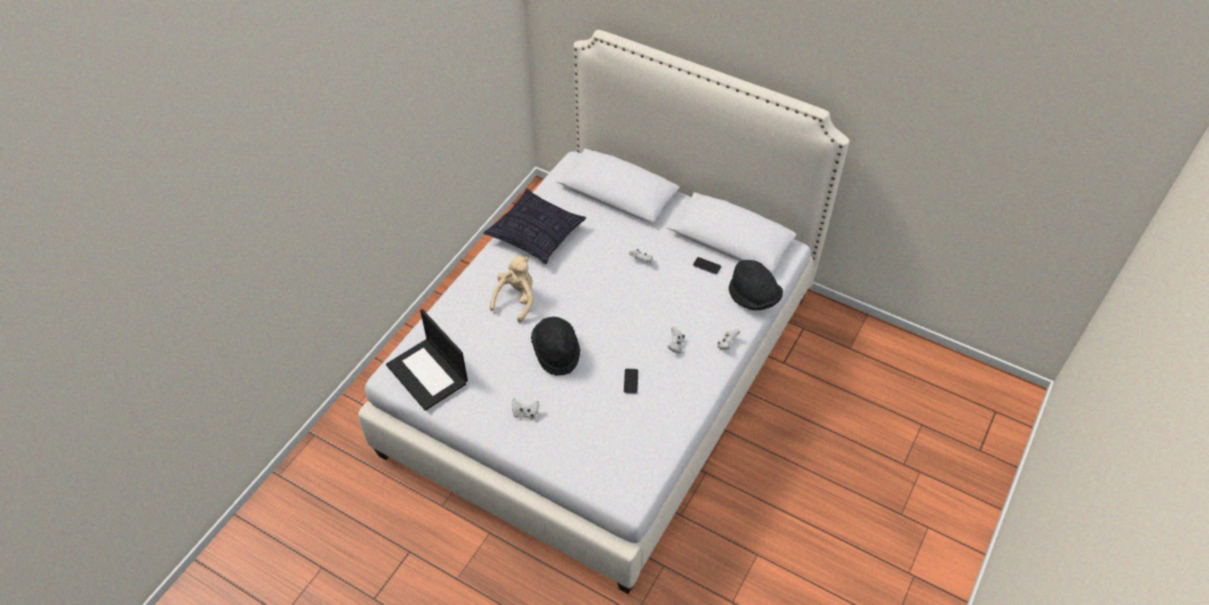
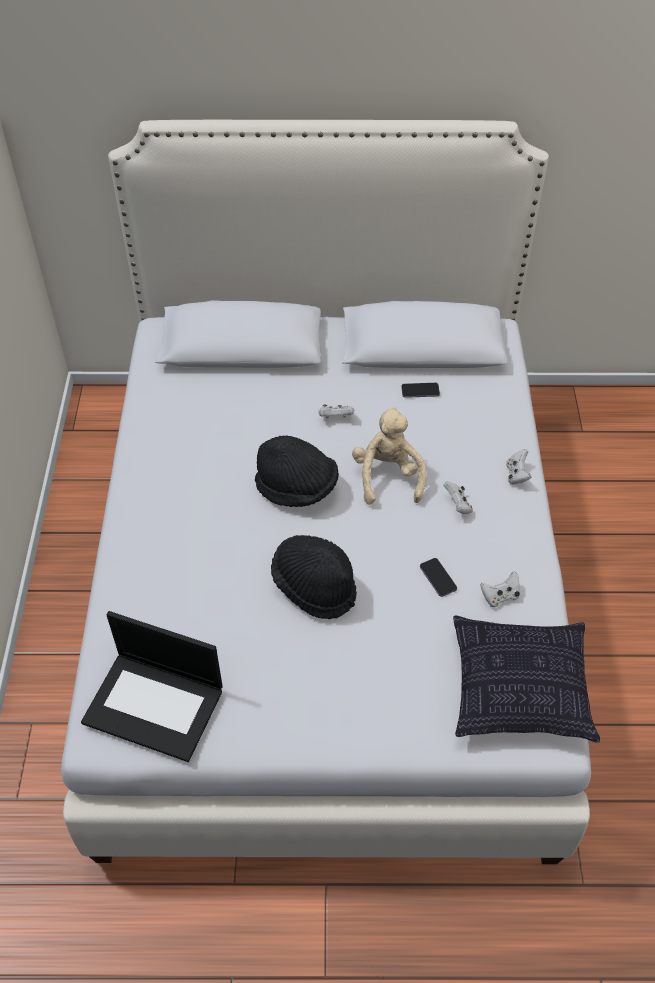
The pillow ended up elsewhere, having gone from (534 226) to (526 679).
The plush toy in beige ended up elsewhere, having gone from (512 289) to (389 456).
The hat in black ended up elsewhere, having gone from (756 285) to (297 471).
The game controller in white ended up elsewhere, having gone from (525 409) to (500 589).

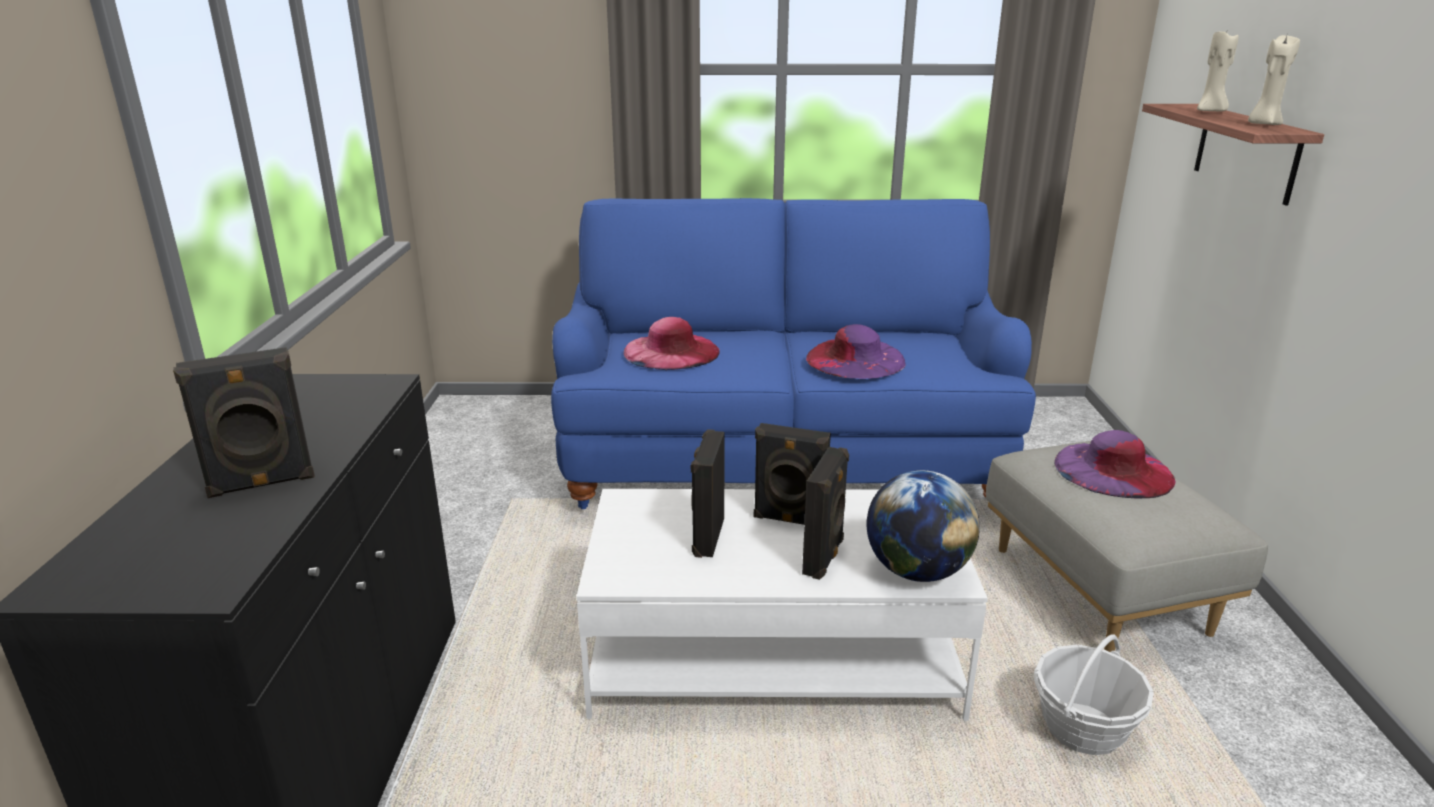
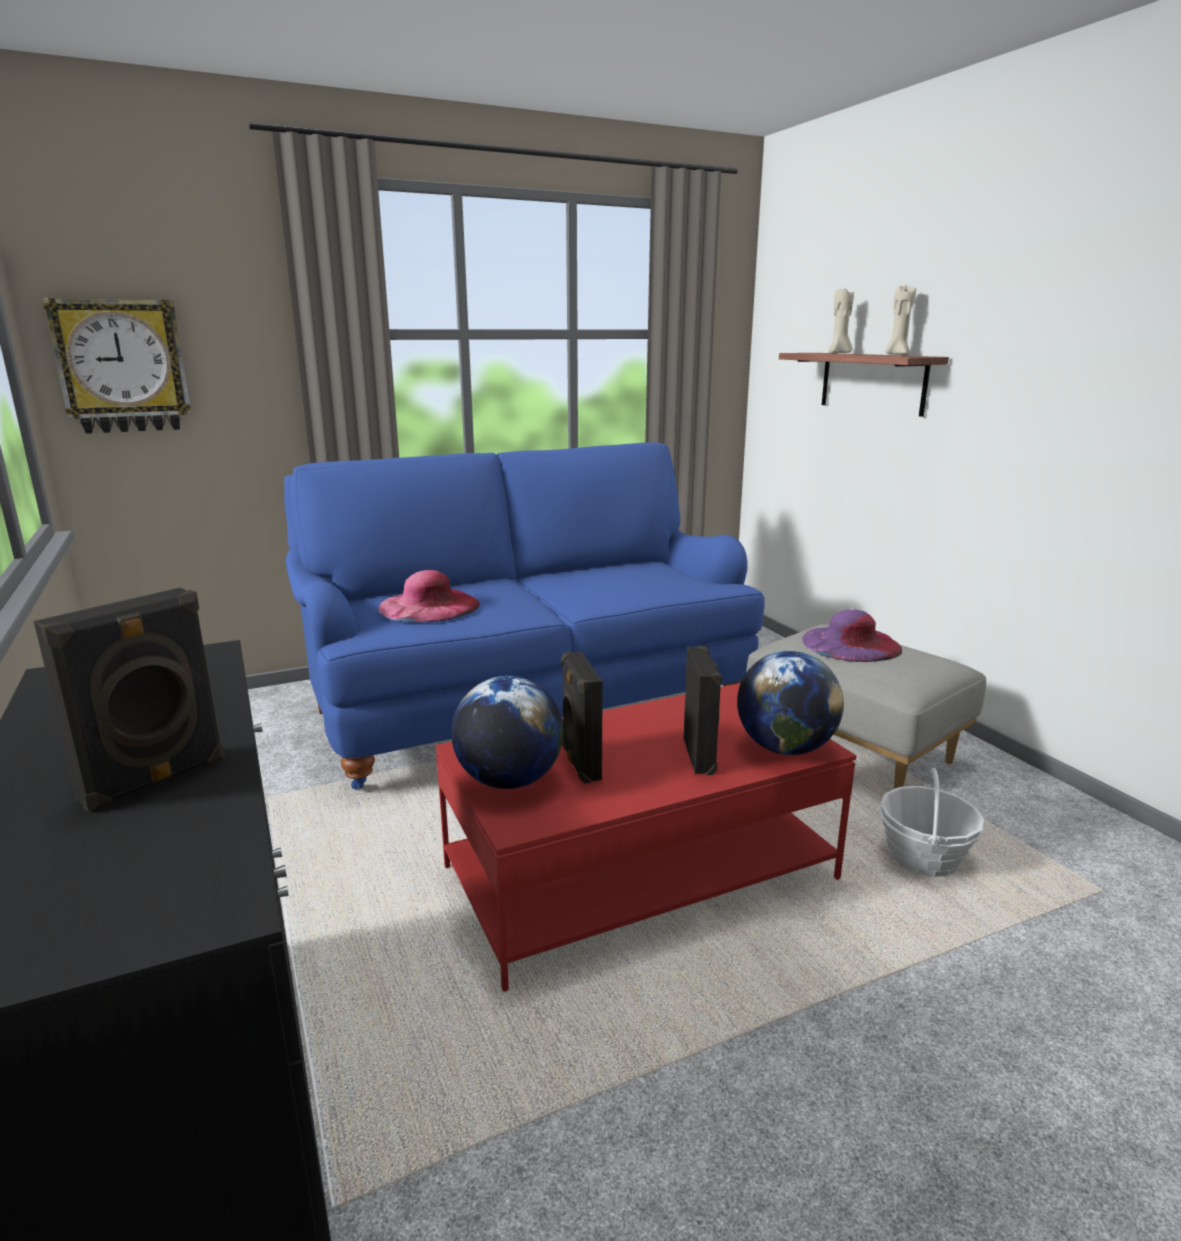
The second view lost the hat in purple at (856 351).
The second view lost the speaker in black at (792 474).
What was the coffee table in white at (782 605) turned into the coffee table in red at (646 837).
The second view gained the wall clock at (117 366).
The second view gained the globe at (507 732).

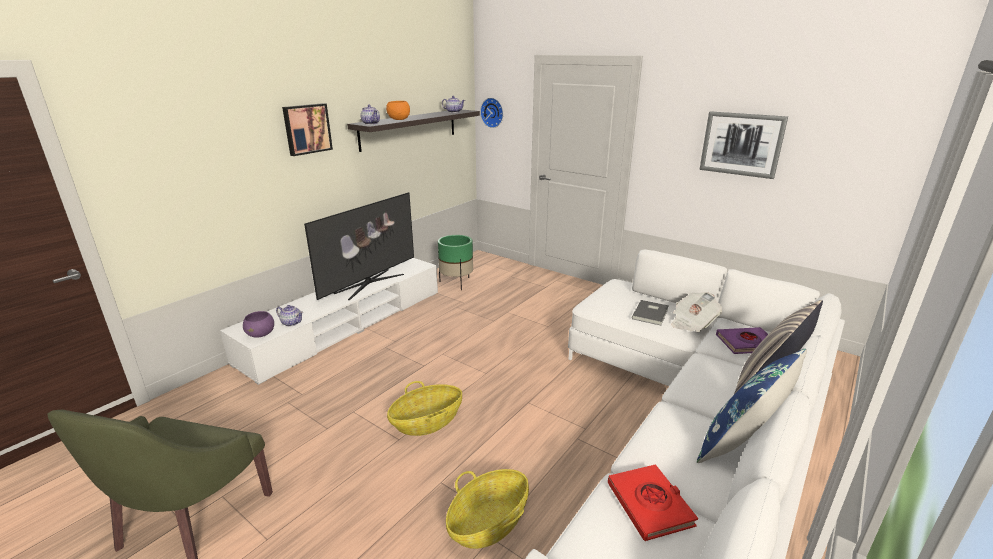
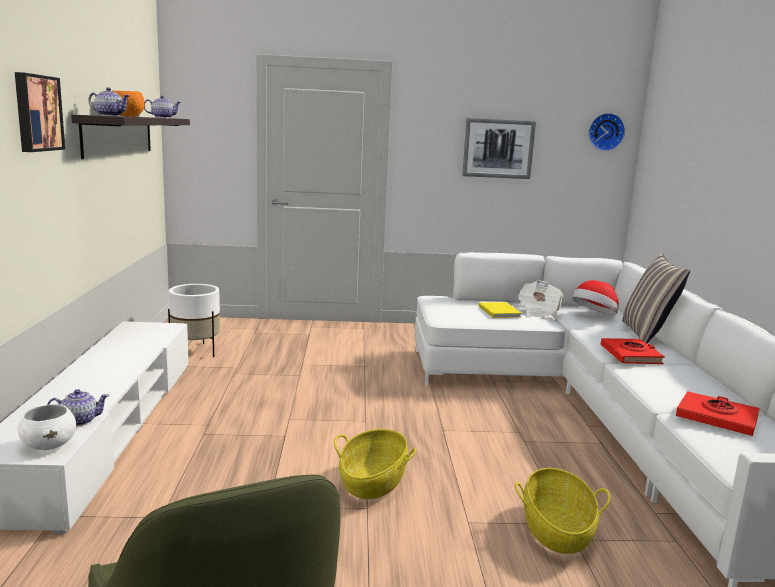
The wall clock ended up elsewhere, having gone from (491 113) to (606 132).
The second view lost the television at (359 246).
What was the planter in green at (455 262) turned into the planter in white at (194 320).
What was the book in grey at (650 312) turned into the book in yellow at (499 310).
What was the bowl in purple at (258 324) turned into the bowl in white at (47 427).
Where the book in purple stood at (742 340), the hat came to stand at (595 297).
The second view lost the pillow in blue at (752 406).
The second view gained the book in red at (633 351).

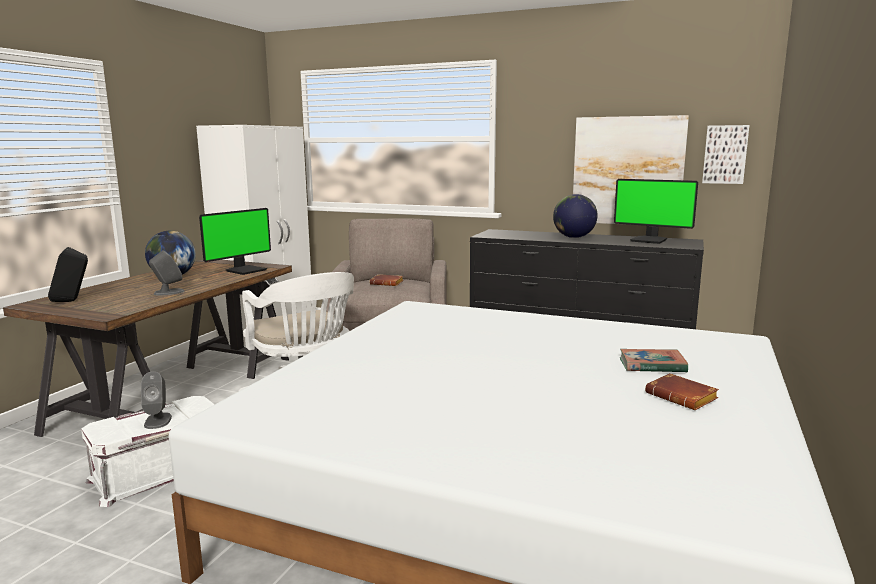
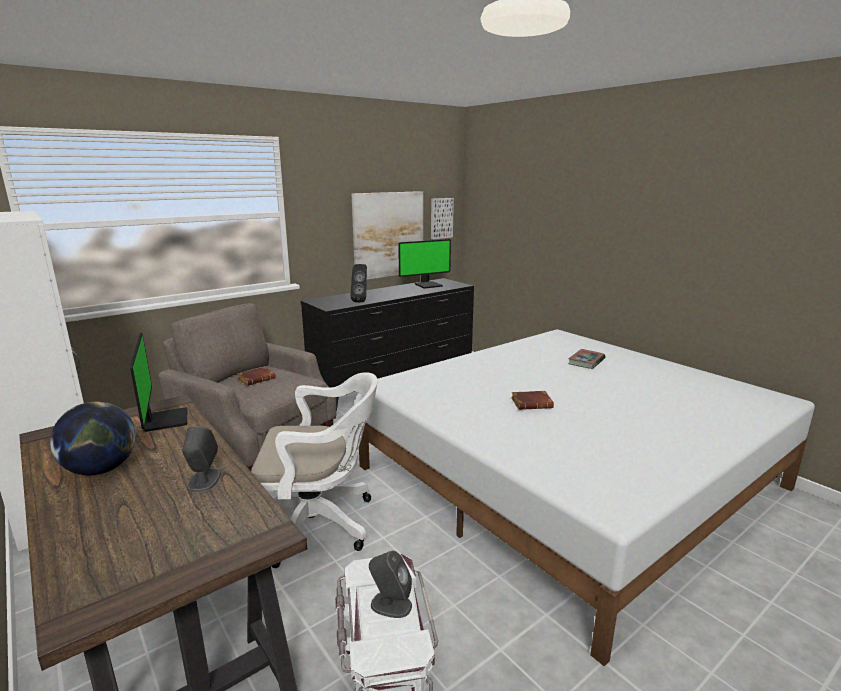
The second view lost the globe at (575 216).
The speaker in black ended up elsewhere, having gone from (68 274) to (358 283).
The book in brown ended up elsewhere, having gone from (682 391) to (532 400).

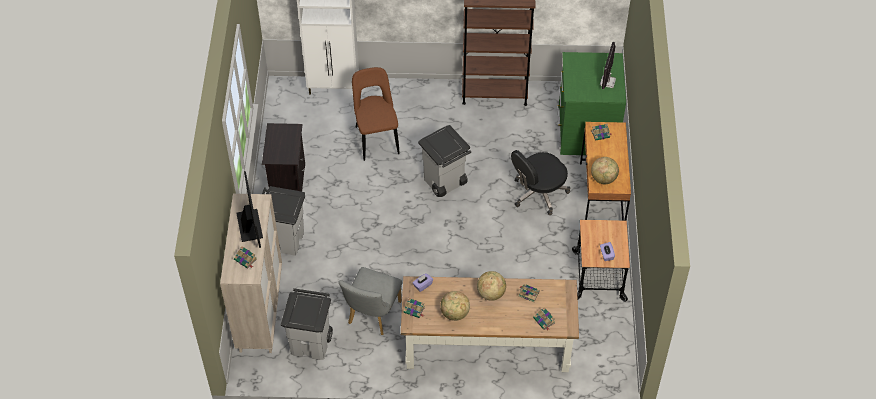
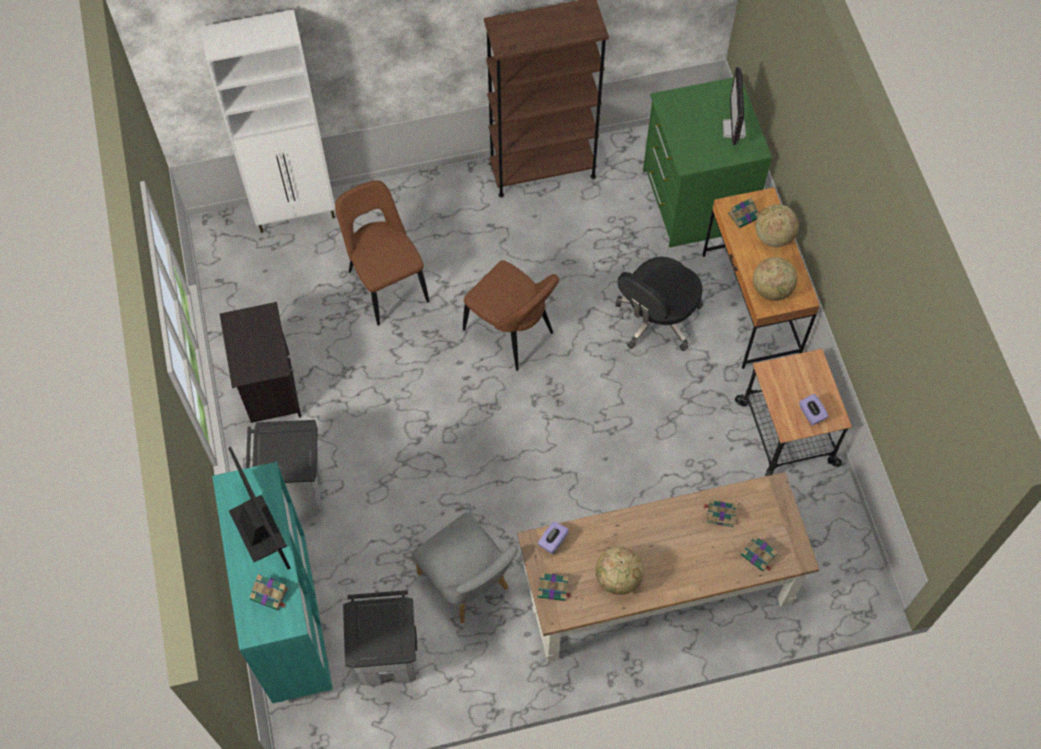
Where the trash can in grey stood at (444 161), the chair in brown came to stand at (511 315).
What was the cabinet in beige at (251 273) turned into the cabinet in turquoise at (272 582).
The chair in grey at (370 301) ended up facing another way, 45 degrees counterclockwise from before.
The globe ended up elsewhere, having gone from (491 286) to (777 225).

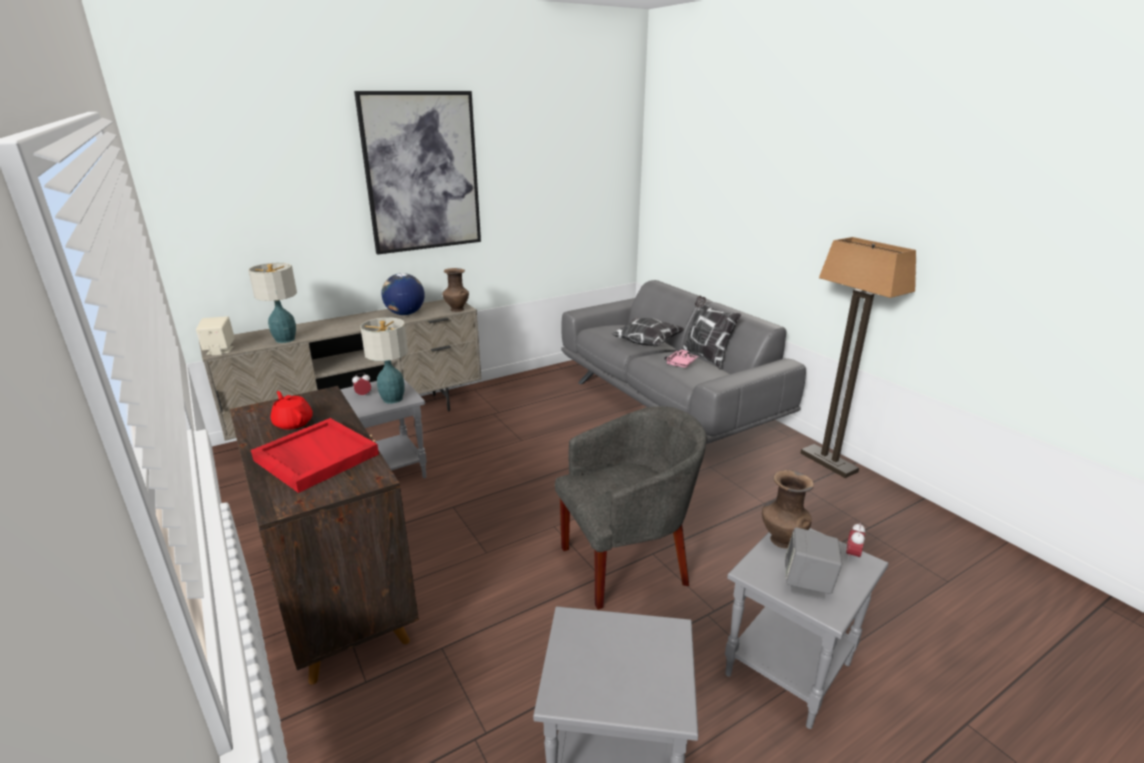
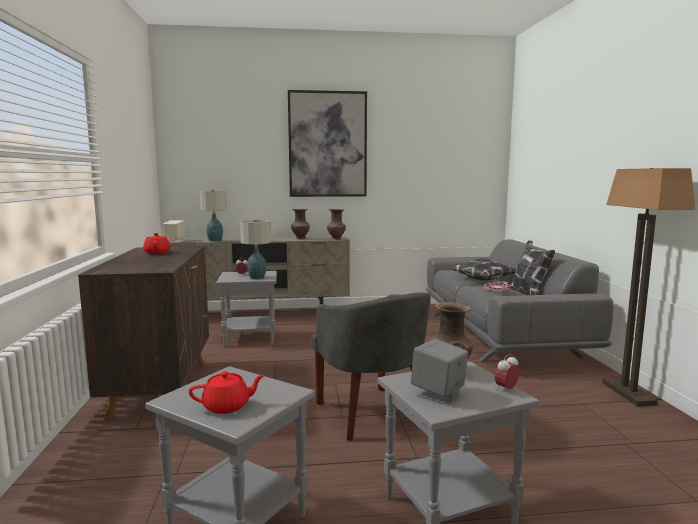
Where the globe stood at (403 294), the vase in brown came to stand at (300 224).
The armchair in grey at (631 508) ended up facing another way, 60 degrees clockwise from before.
The second view lost the tray in red at (315 455).
The second view gained the teapot in red at (227 392).

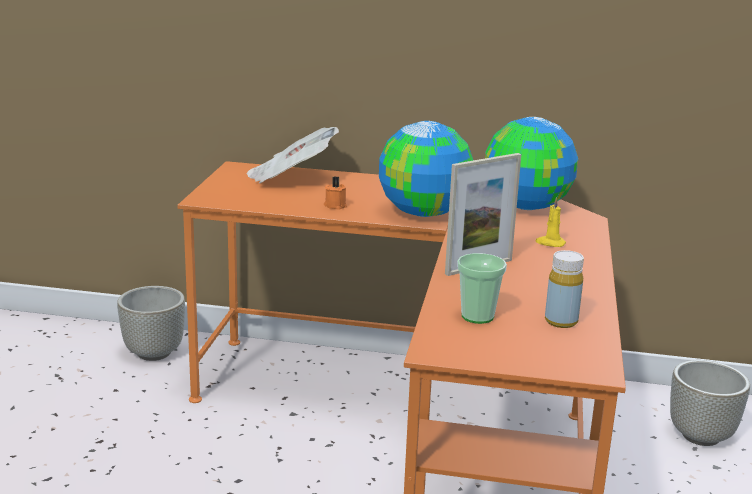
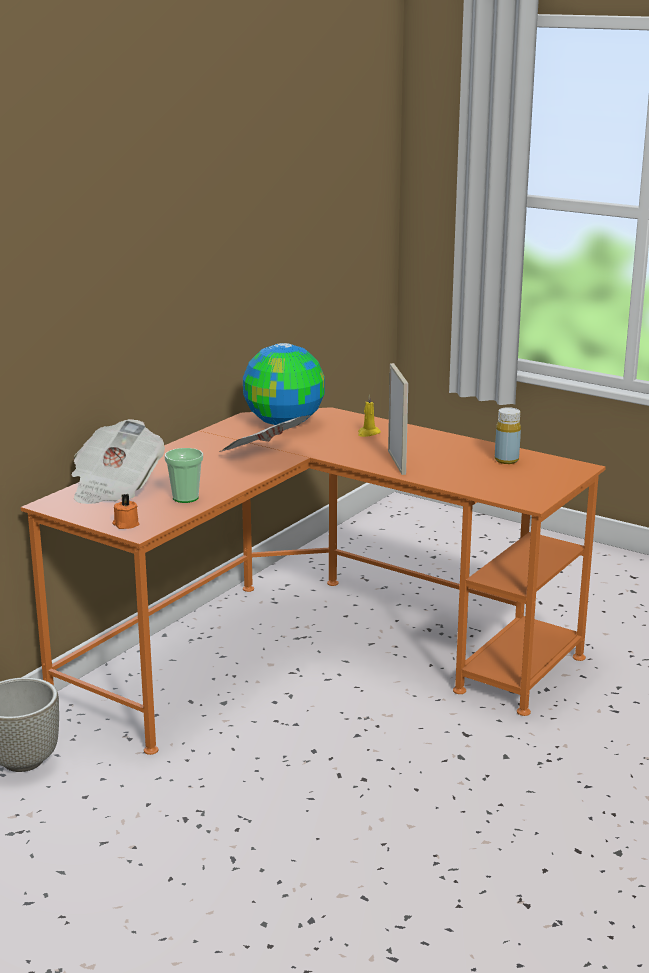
Where the globe stood at (426 169), the newspaper came to stand at (264 433).
The candle in orange ended up elsewhere, having gone from (335 193) to (125 511).
The cup ended up elsewhere, having gone from (482 288) to (184 475).
The second view lost the planter in grey at (710 403).

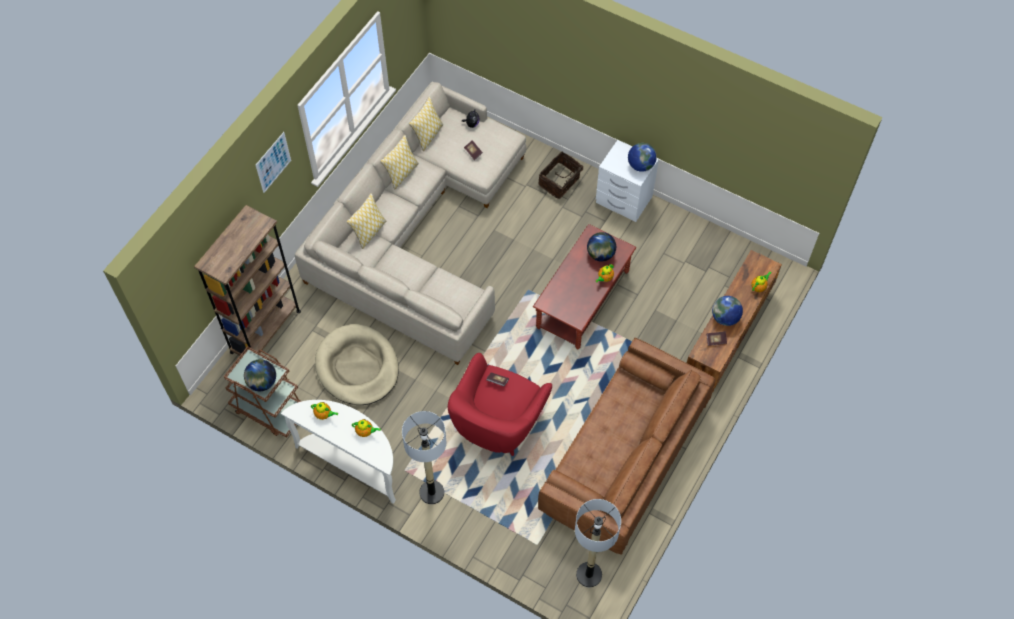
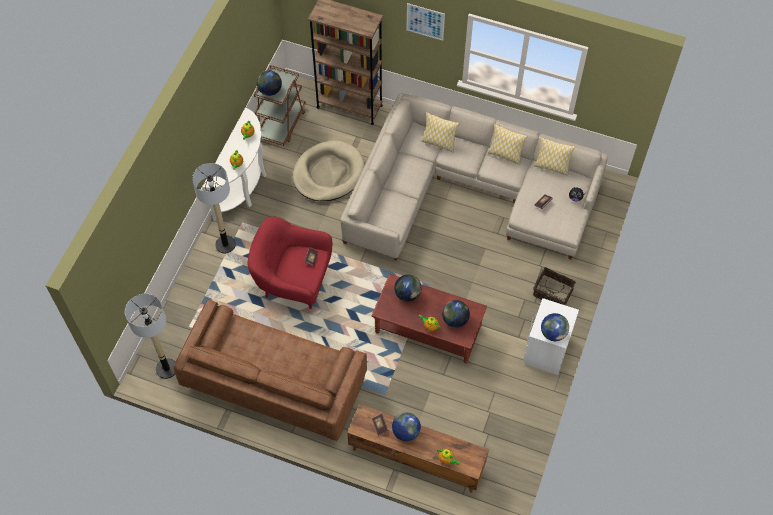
The second view gained the globe at (407 288).

